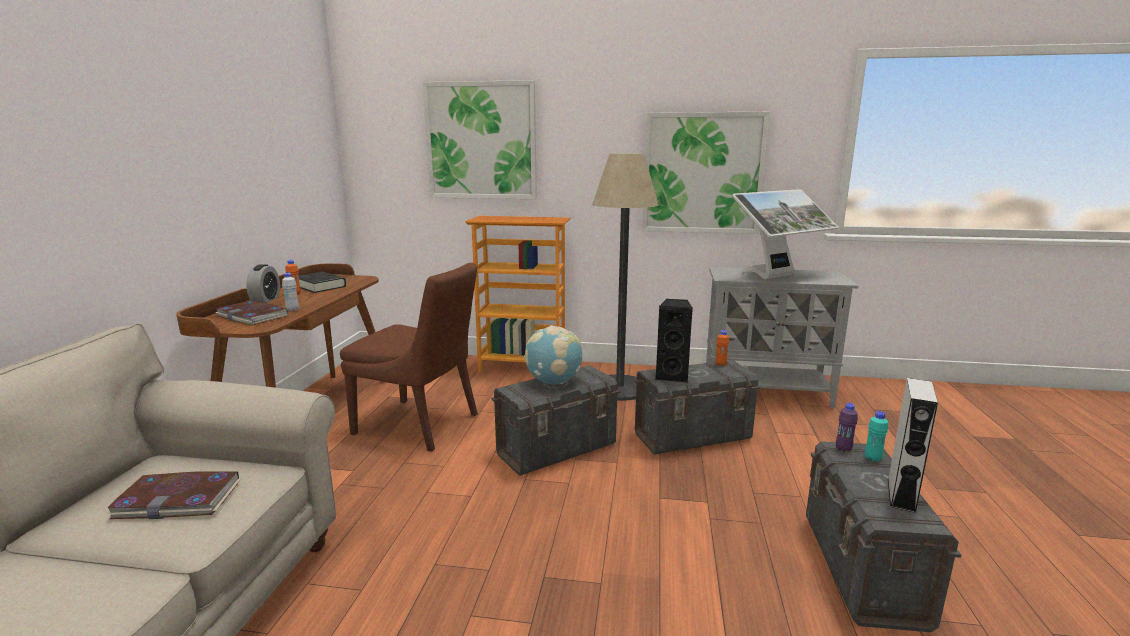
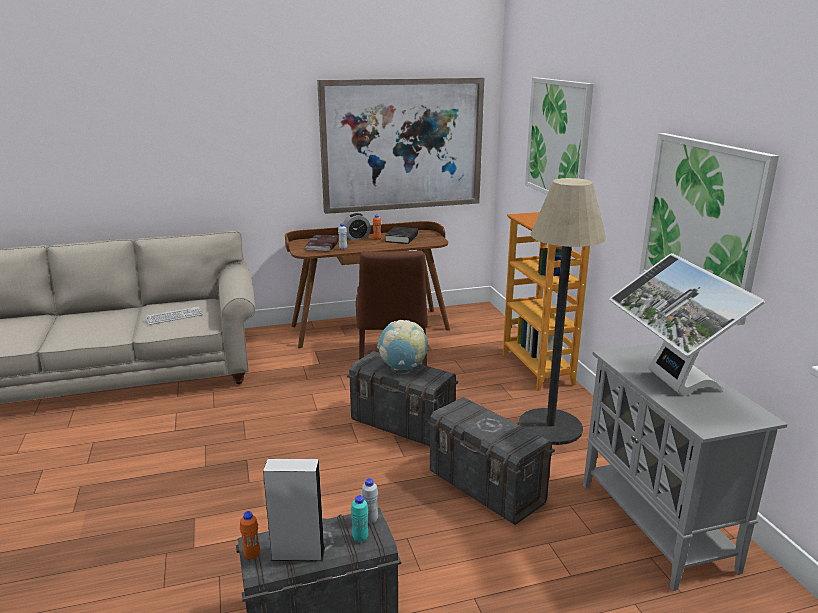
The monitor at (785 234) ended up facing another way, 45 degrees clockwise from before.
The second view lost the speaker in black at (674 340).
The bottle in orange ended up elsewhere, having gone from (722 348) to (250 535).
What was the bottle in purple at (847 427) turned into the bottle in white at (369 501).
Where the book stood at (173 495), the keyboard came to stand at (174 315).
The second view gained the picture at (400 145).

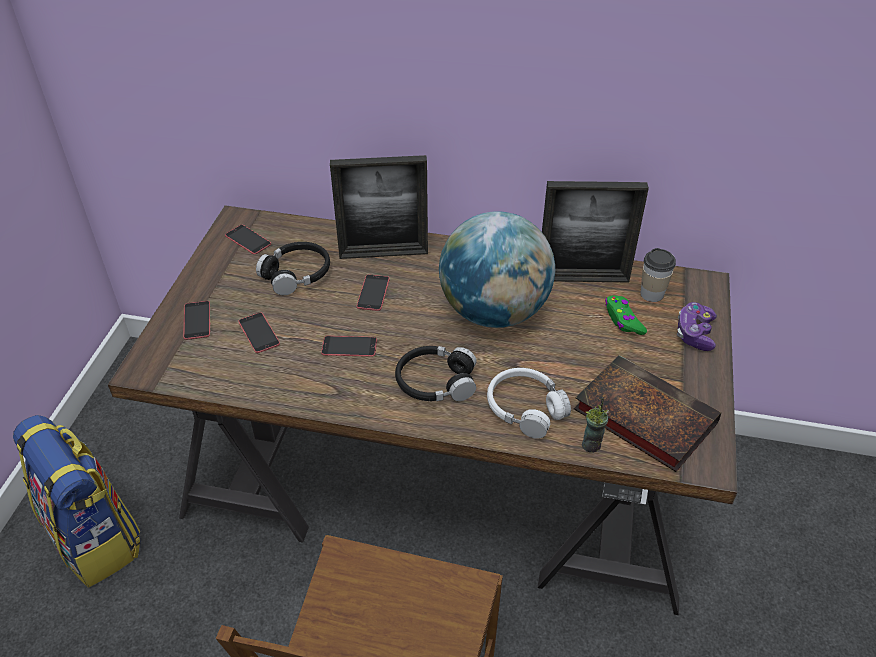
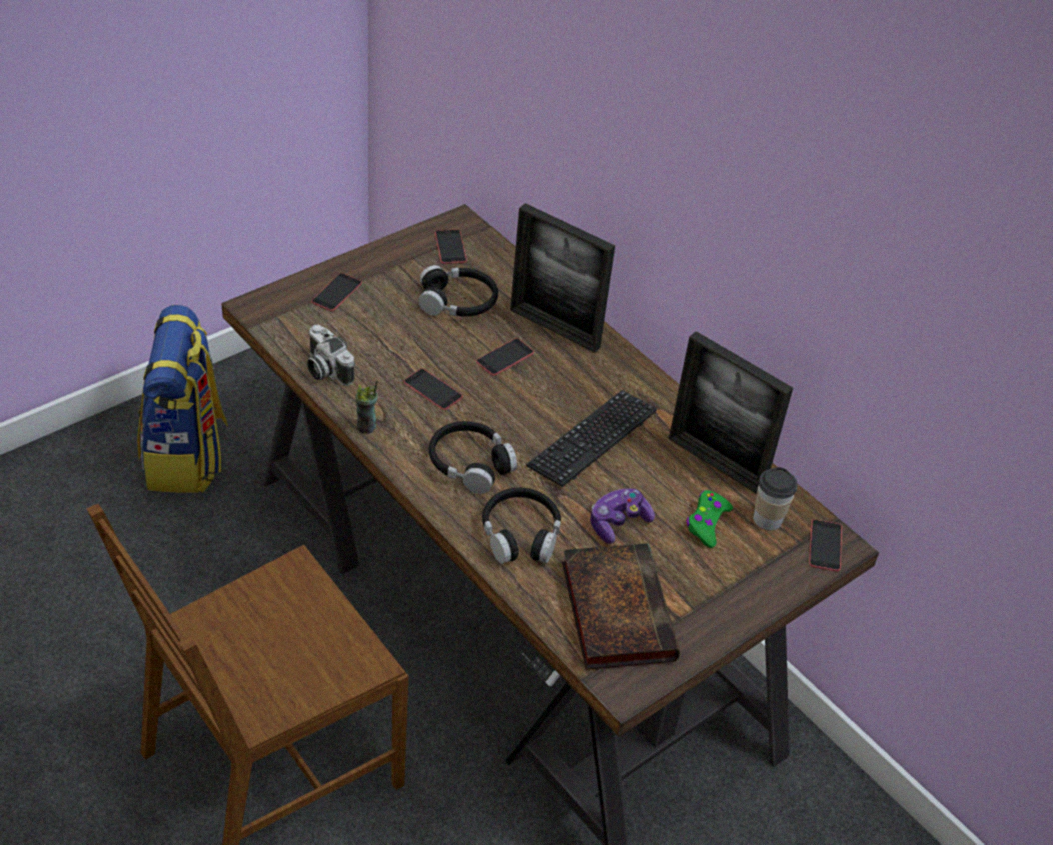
Where the globe stood at (497 269), the keyboard came to stand at (591 438).
The game controller ended up elsewhere, having gone from (697 326) to (622 516).
The phone ended up elsewhere, having gone from (259 332) to (825 545).
What was the headphones in white at (529 403) turned into the headphones in black at (521 526).
The cup ended up elsewhere, having gone from (595 425) to (366 407).
The second view gained the photo camera at (331 355).

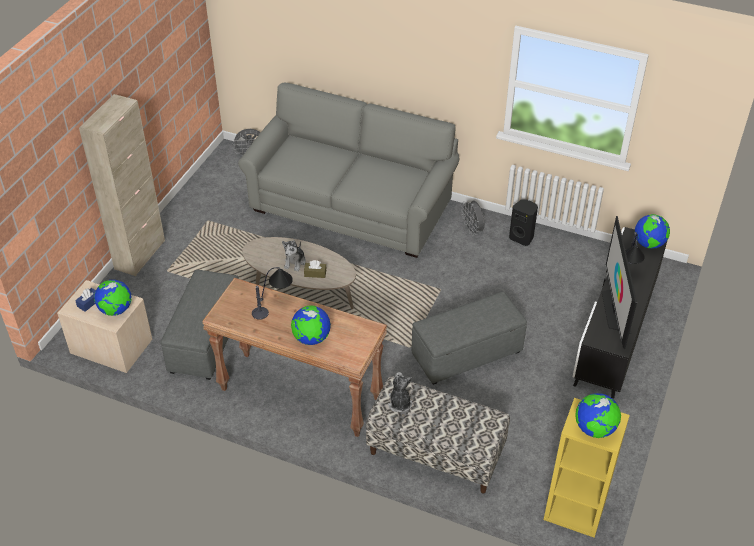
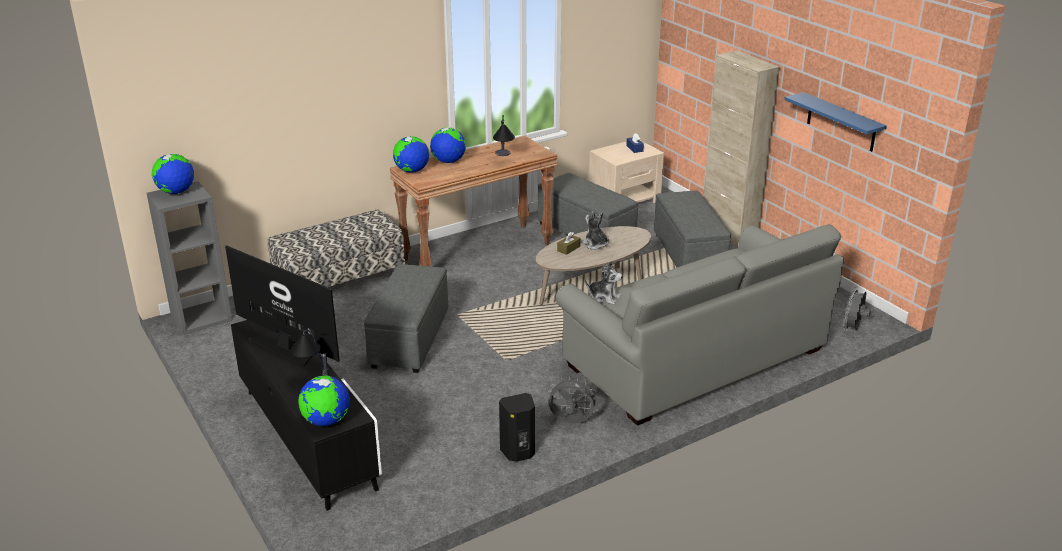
The globe ended up elsewhere, having gone from (113 298) to (411 154).
The plush toy ended up elsewhere, having gone from (400 392) to (604 283).
What was the bookcase in yellow at (586 468) turned into the bookcase in grey at (189 258).
The second view gained the shelf in blue at (835 121).
The second view gained the ottoman in grey at (692 229).

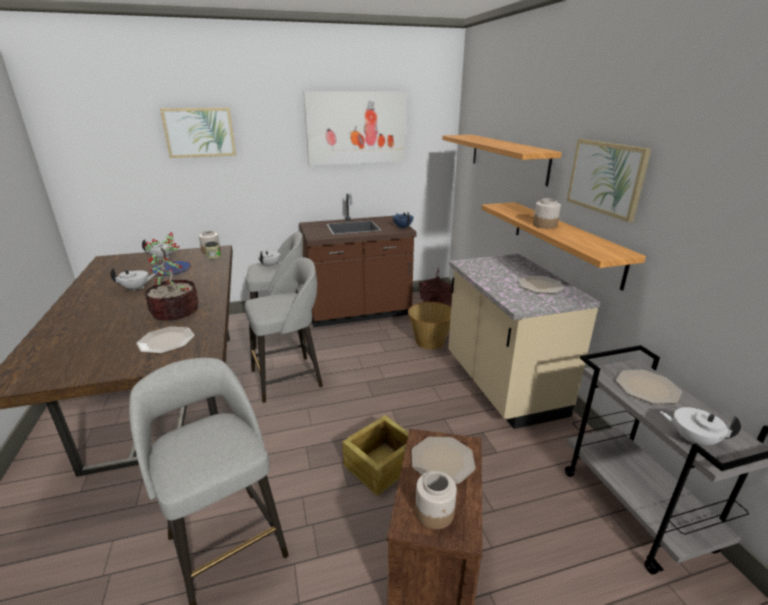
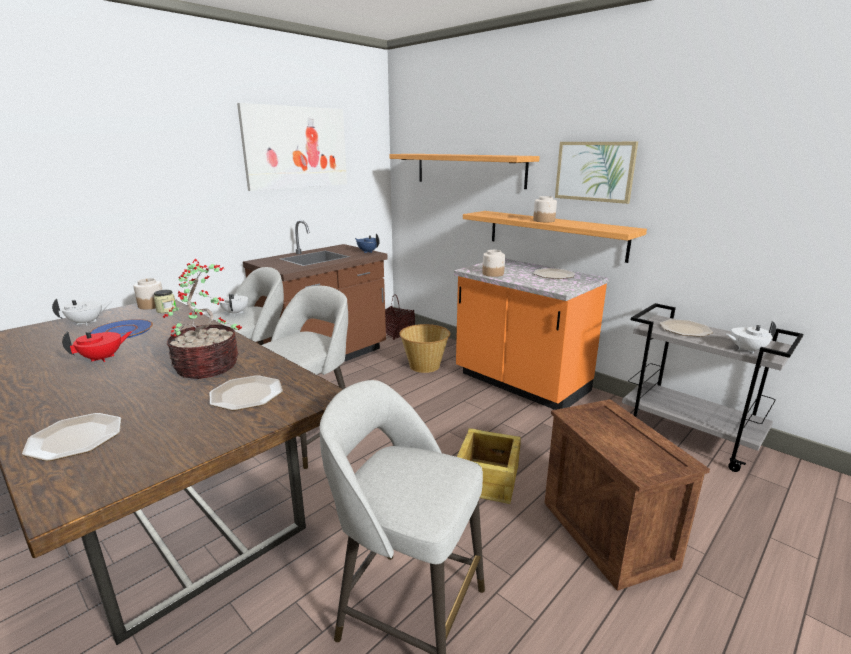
The second view lost the picture at (198 133).
What was the counter in beige at (524 341) turned into the counter in orange at (531 334).
What was the teapot in white at (133 280) turned into the teapot in red at (97 346).
The plate ended up elsewhere, having gone from (444 460) to (71 437).
The jar ended up elsewhere, having gone from (436 500) to (493 263).

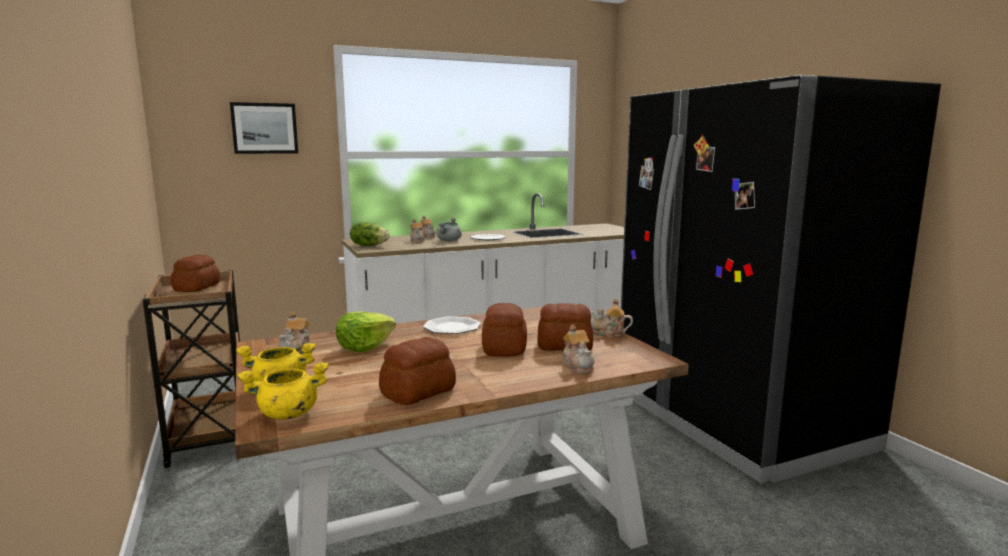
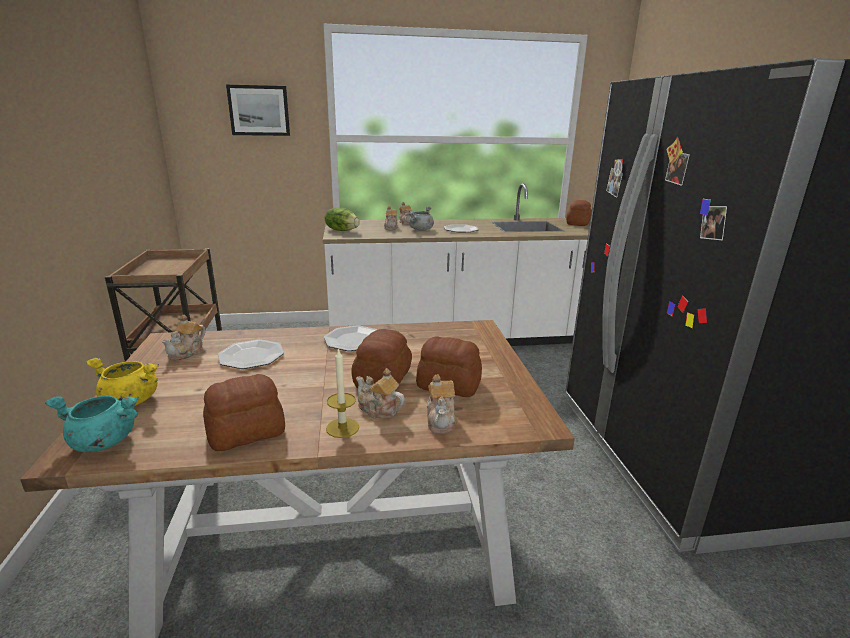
The bread ended up elsewhere, having gone from (195 273) to (579 213).
The teapot ended up elsewhere, having gone from (611 318) to (380 393).
Where the lettuce stood at (366 332), the plate came to stand at (251 354).
What was the cooking pot in yellow at (283 390) turned into the cooking pot in turquoise at (92 424).
The second view gained the candle at (342 393).

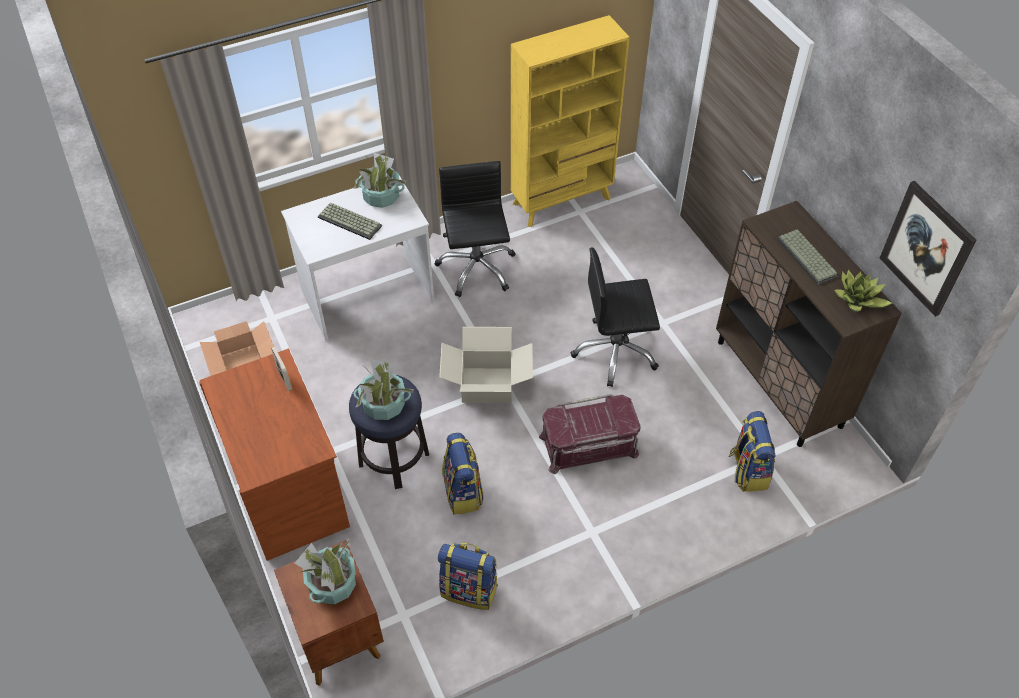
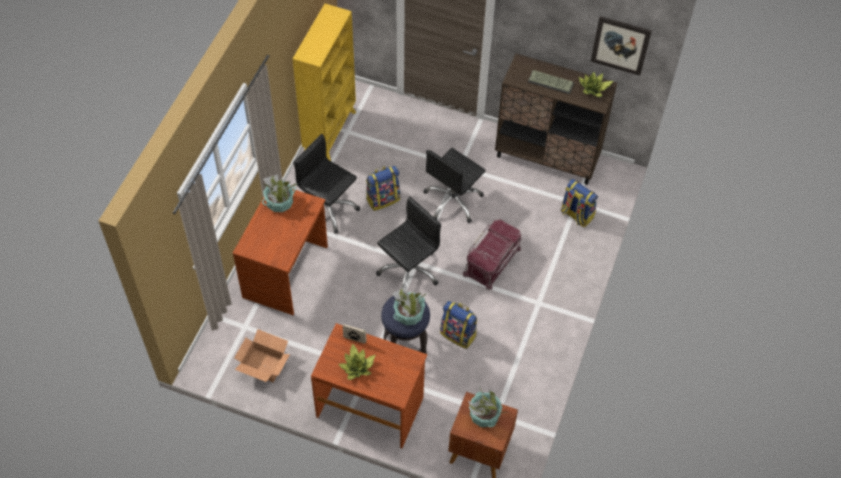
What was the desk in white at (358 258) turned into the desk in brown at (280 252).
The second view lost the keyboard at (350 221).
Where the cardboard box stood at (486 365), the office chair in black came to stand at (408 242).
The backpack ended up elsewhere, having gone from (468 576) to (383 188).
The second view gained the potted plant at (356 362).

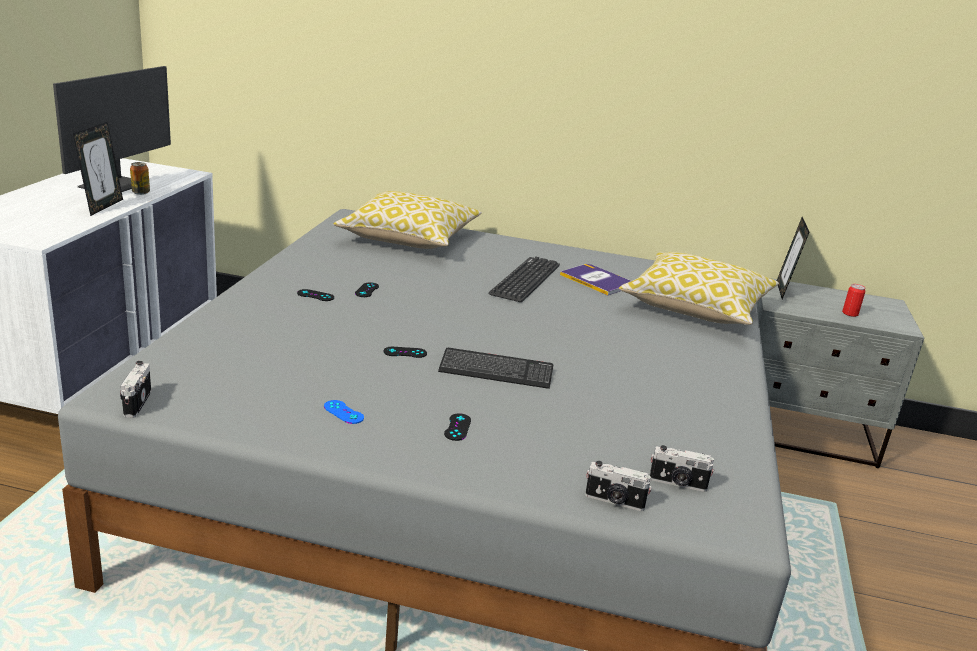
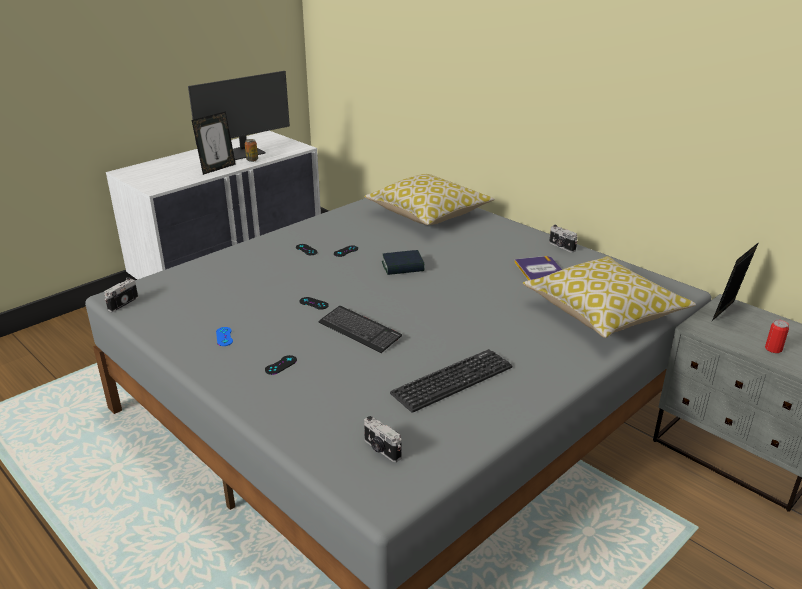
The keyboard ended up elsewhere, having gone from (524 279) to (451 381).
The photo camera ended up elsewhere, having gone from (618 486) to (563 239).
The second view gained the book at (403 262).

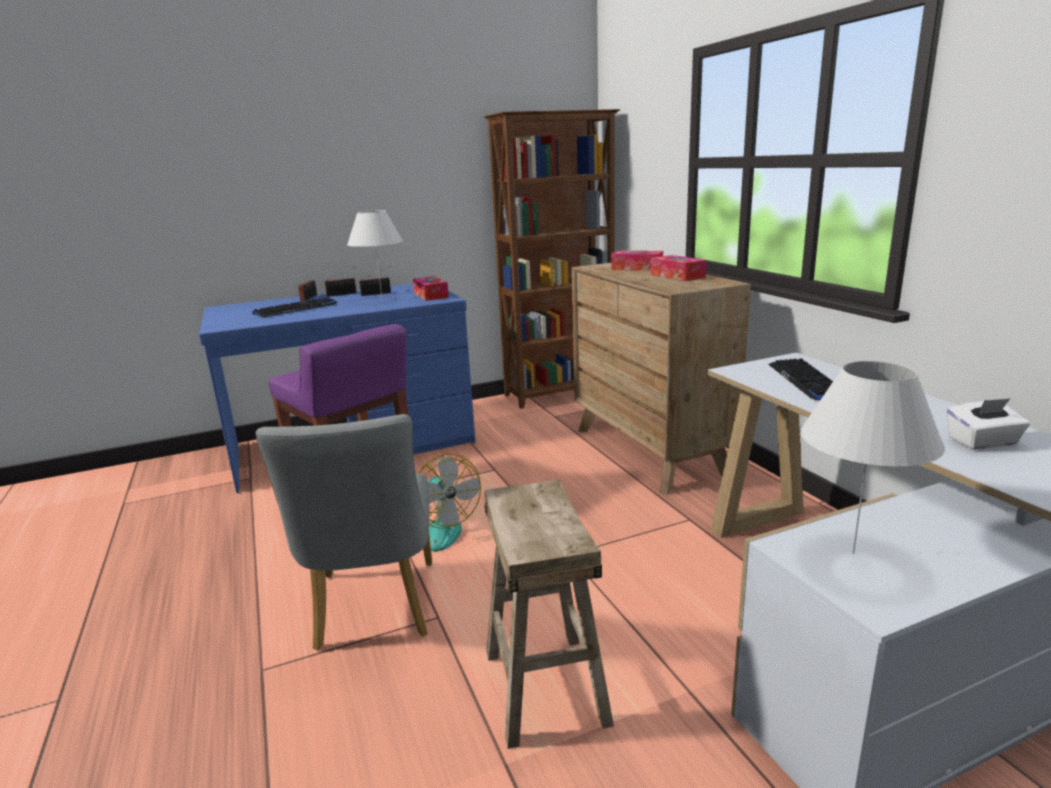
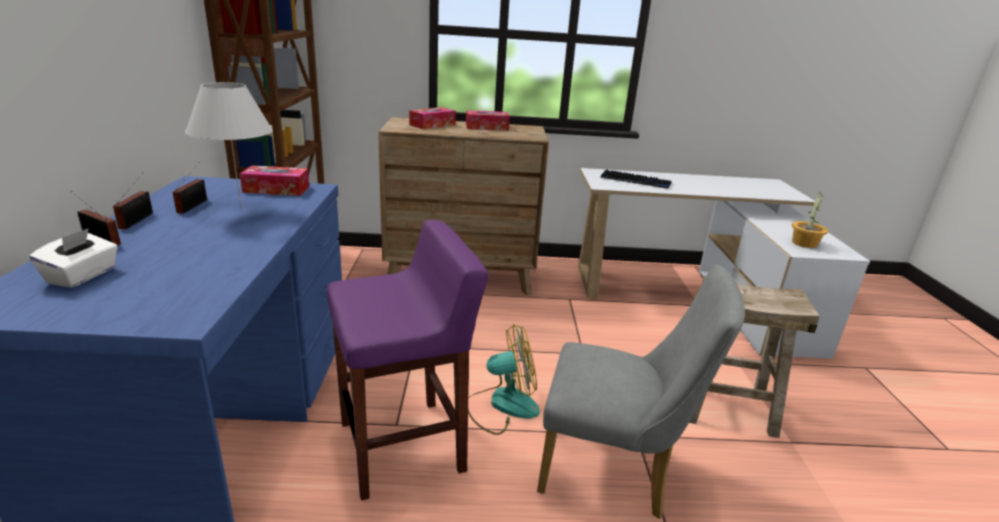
The second view lost the keyboard at (295 307).
Where the table lamp in white stood at (872 457), the potted plant came to stand at (810 219).
The tissue box in white ended up elsewhere, having gone from (988 424) to (73 258).

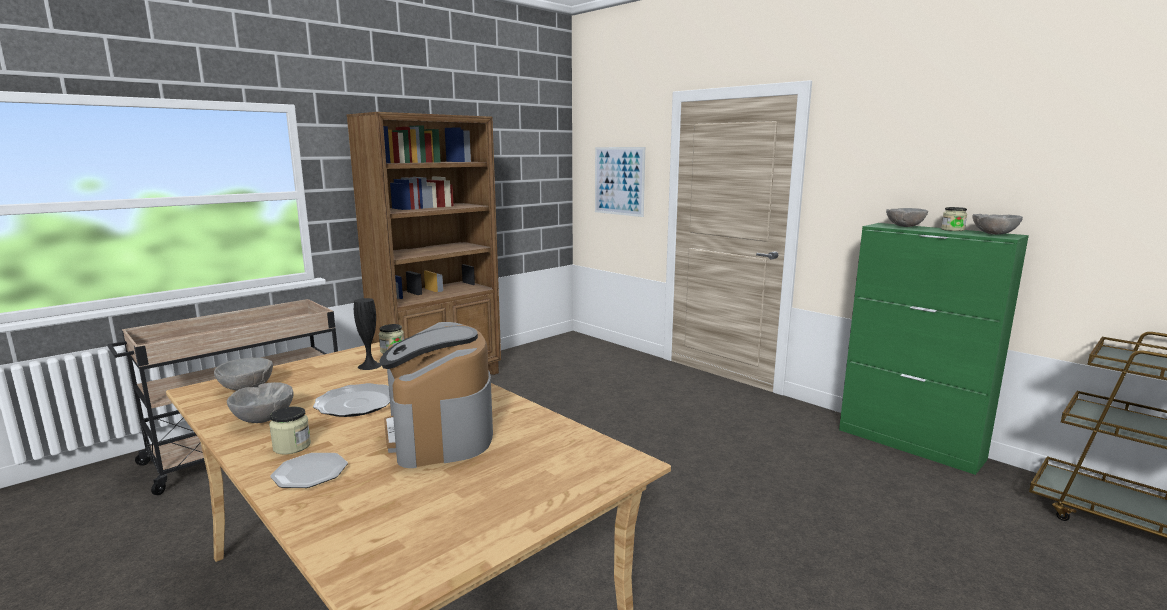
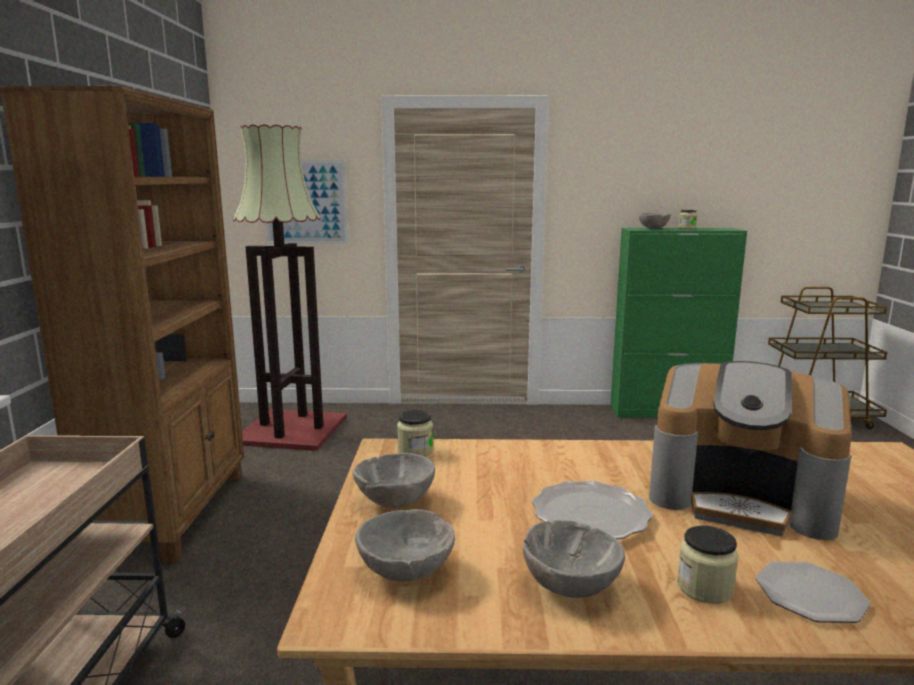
The bowl in grey ended up elsewhere, having gone from (997 224) to (394 480).
The second view lost the vase in black at (368 334).
The second view gained the floor lamp at (290 287).

